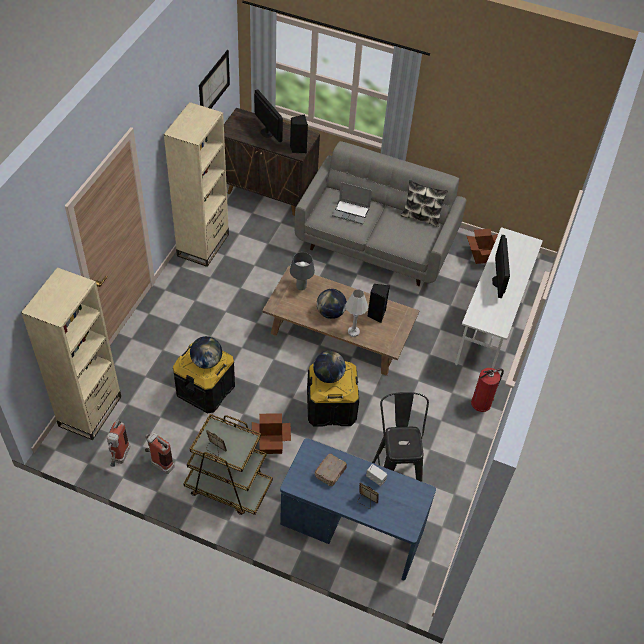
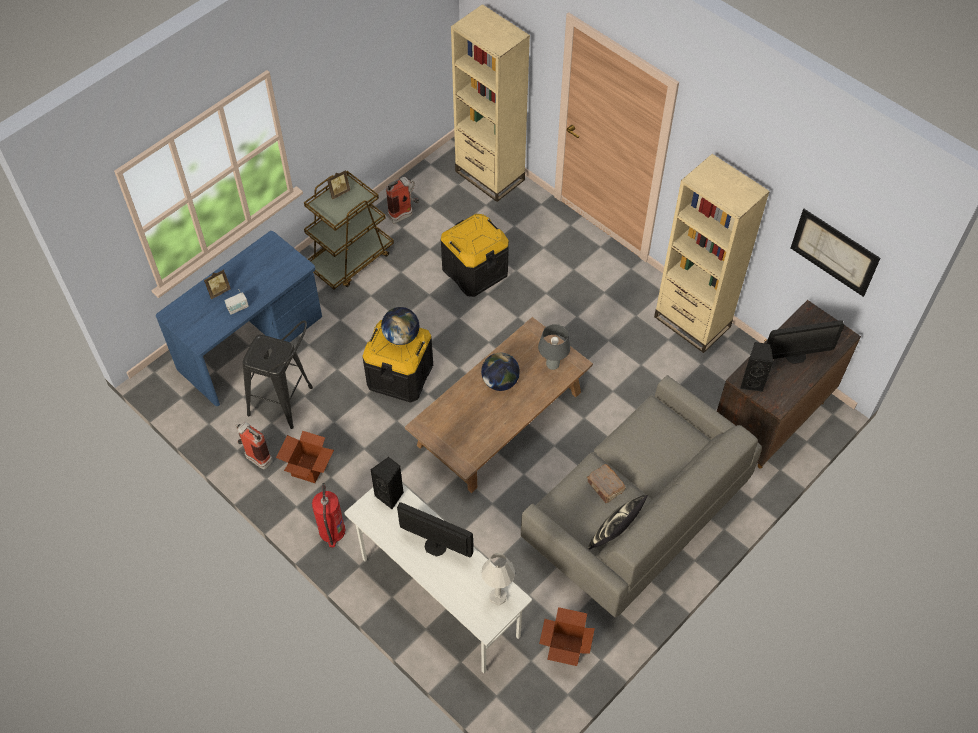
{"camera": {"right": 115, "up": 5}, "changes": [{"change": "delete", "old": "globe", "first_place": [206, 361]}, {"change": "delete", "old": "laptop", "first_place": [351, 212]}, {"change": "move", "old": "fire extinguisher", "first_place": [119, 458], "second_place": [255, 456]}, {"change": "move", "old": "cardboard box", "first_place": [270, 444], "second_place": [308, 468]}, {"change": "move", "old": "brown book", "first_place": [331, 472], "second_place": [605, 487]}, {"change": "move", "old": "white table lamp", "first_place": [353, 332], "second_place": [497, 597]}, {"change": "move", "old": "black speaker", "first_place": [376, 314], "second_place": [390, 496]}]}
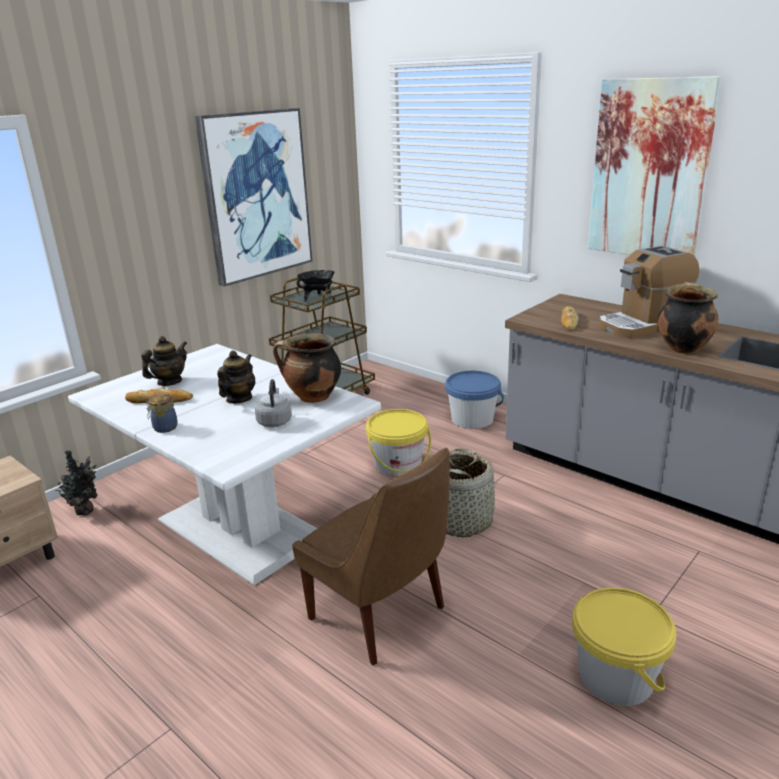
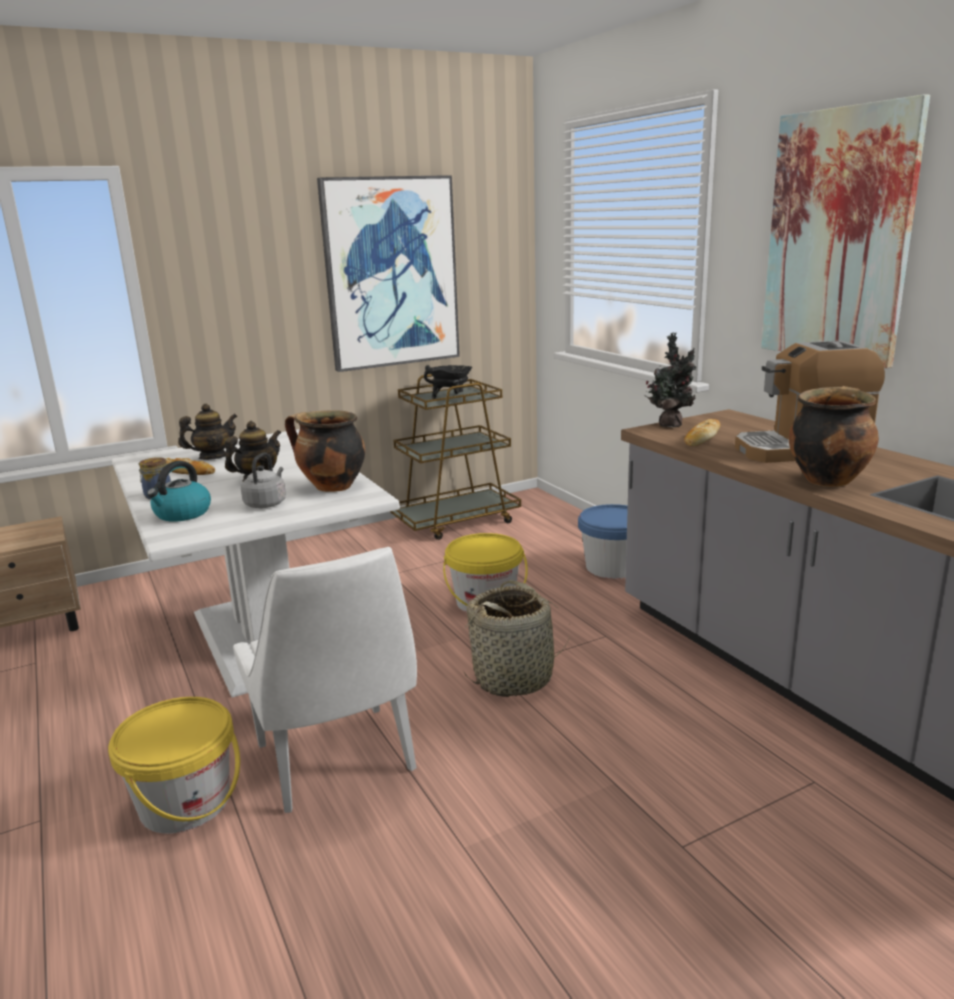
{"camera": {"right": 20, "up": -5}, "changes": [{"change": "insert", "new": "kettle", "second_place": [182, 514]}, {"change": "move", "old": "potted plant", "first_place": [85, 510], "second_place": [670, 424]}, {"change": "move", "old": "yellow bucket", "first_place": [616, 676], "second_place": [185, 803]}, {"change": "recolor", "old": "brown chair", "new": "white chair", "first_place": [381, 615], "second_place": [337, 761]}]}
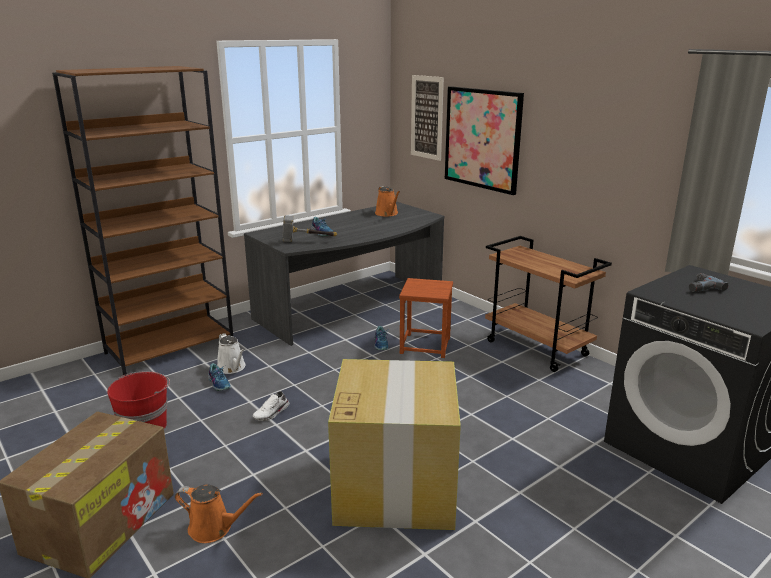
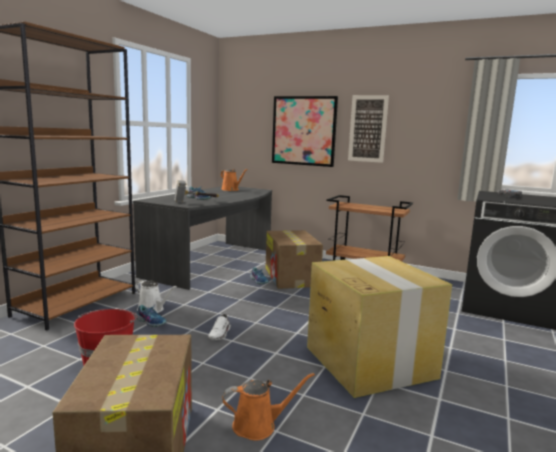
{"camera": {"right": -25, "up": -10}, "changes": [{"change": "move", "old": "picture", "first_place": [427, 117], "second_place": [367, 128]}, {"change": "replace", "old": "brown stool", "new": "cardboard box", "first_place": [425, 345], "second_place": [291, 277]}]}
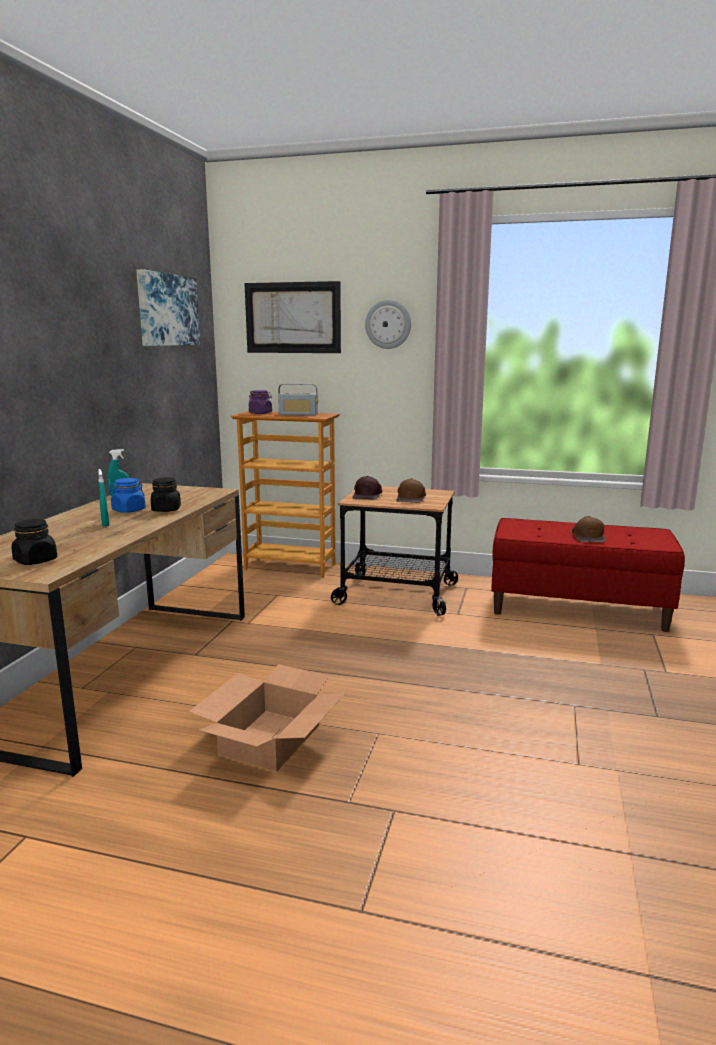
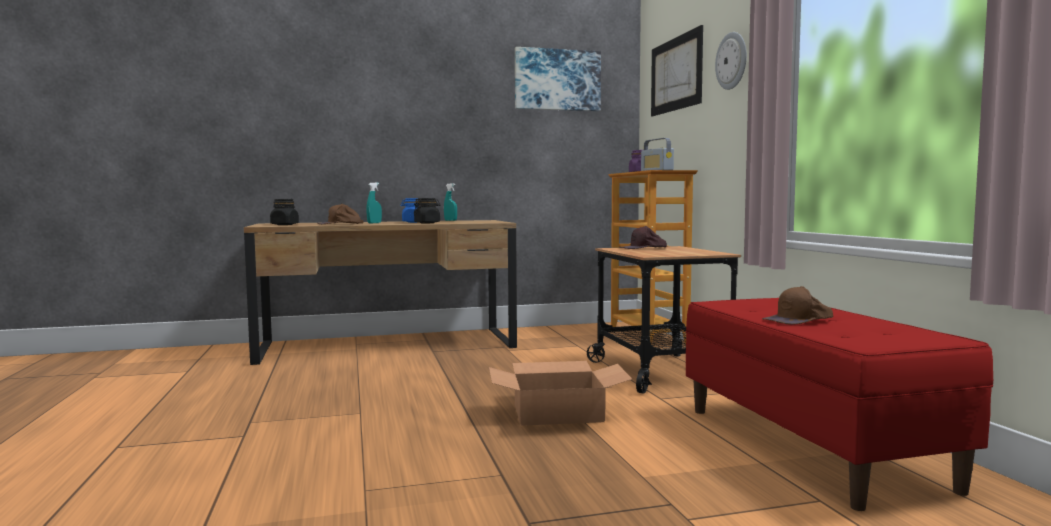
{"camera": {"right": 60, "up": -10}, "changes": [{"change": "move", "old": "cardboard box", "first_place": [270, 739], "second_place": [558, 413]}, {"change": "move", "old": "brown cap", "first_place": [411, 498], "second_place": [340, 224]}]}
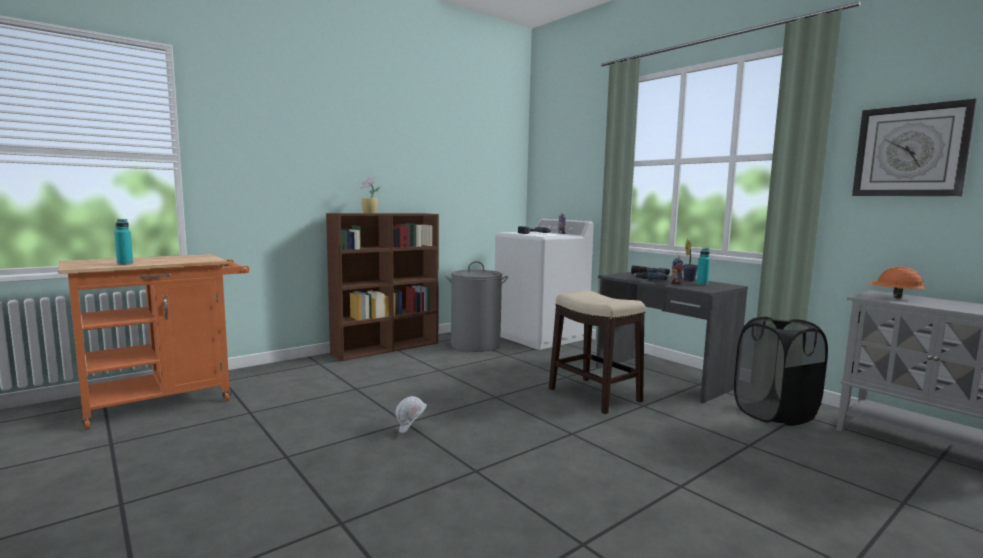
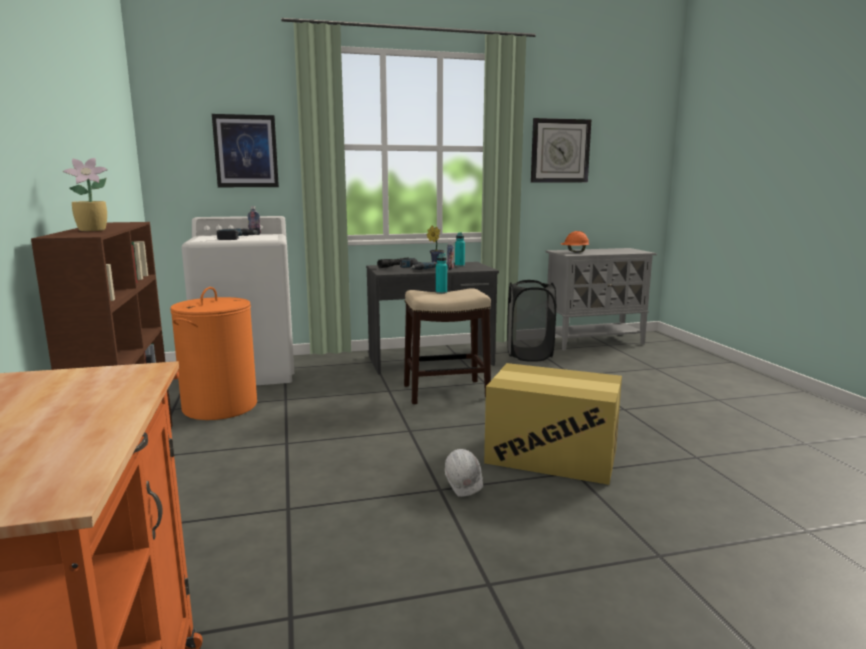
{"camera": {"right": -65, "up": 5}, "changes": [{"change": "insert", "new": "picture", "second_place": [246, 151]}, {"change": "insert", "new": "cardboard box", "second_place": [552, 456]}, {"change": "move", "old": "turquoise bottle", "first_place": [125, 264], "second_place": [441, 292]}, {"change": "recolor", "old": "grey laundry basket", "new": "orange laundry basket", "first_place": [475, 345], "second_place": [220, 406]}]}
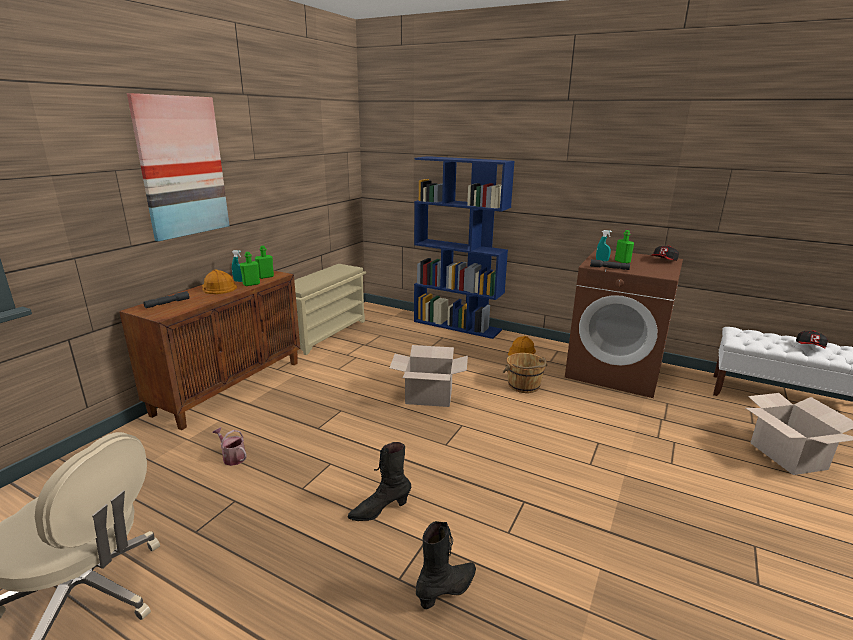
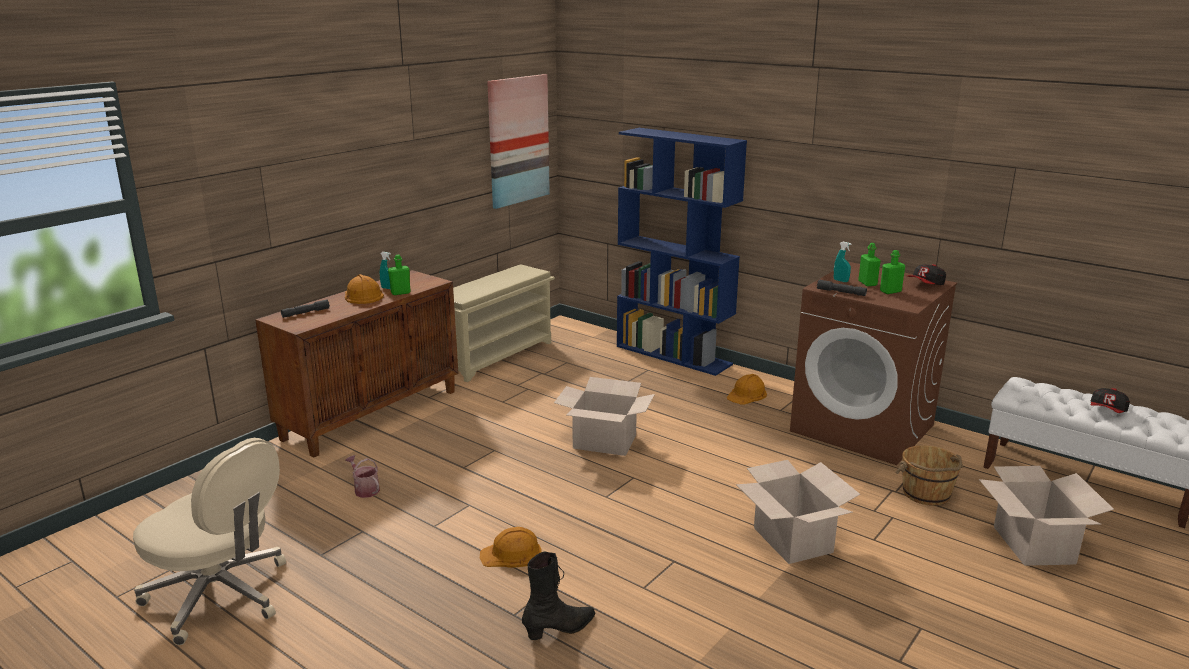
{"camera": {"right": 10, "up": 0}, "changes": [{"change": "insert", "new": "cardboard box", "second_place": [793, 540]}, {"change": "move", "old": "picture", "first_place": [182, 167], "second_place": [518, 140]}, {"change": "move", "old": "green bottle", "first_place": [265, 276], "second_place": [890, 291]}, {"change": "move", "old": "brown bucket", "first_place": [524, 386], "second_place": [926, 494]}, {"change": "replace", "old": "black boot", "new": "orange hard hat", "first_place": [379, 510], "second_place": [511, 554]}]}
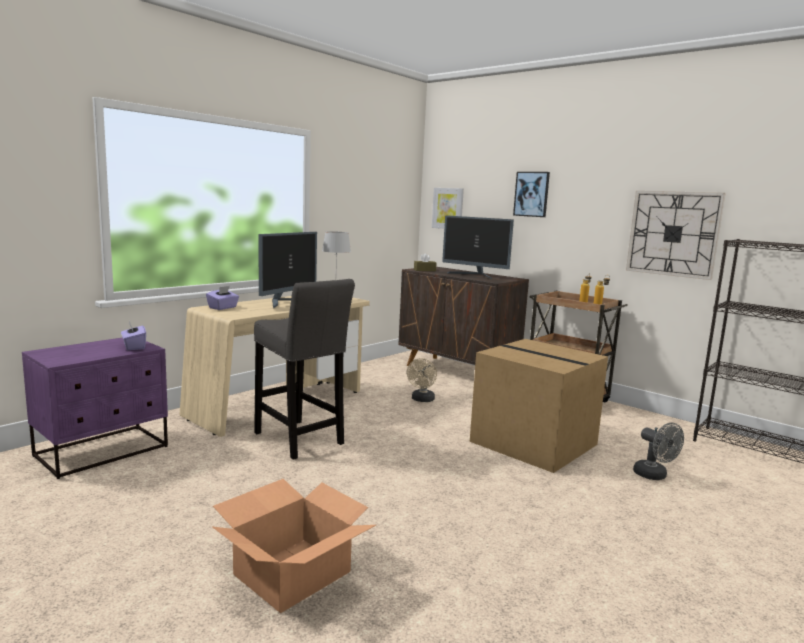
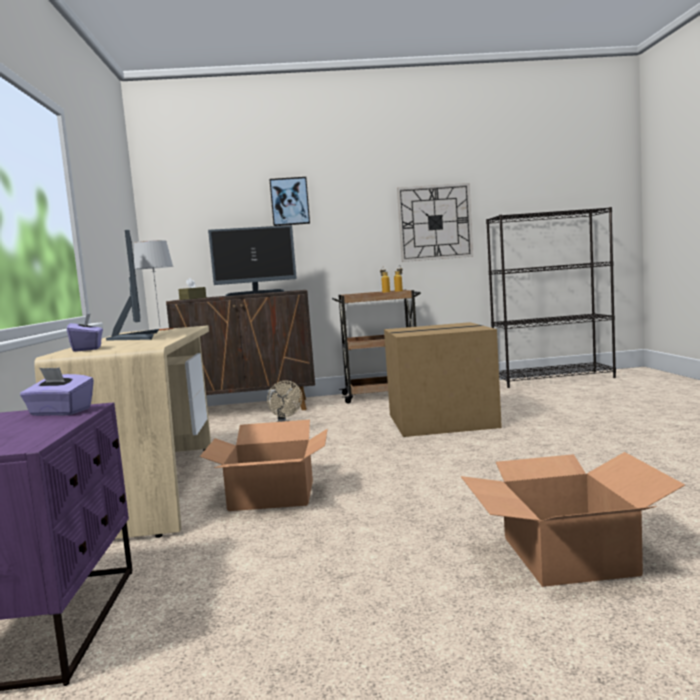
{"camera": {"right": -45, "up": -5}, "changes": [{"change": "delete", "old": "picture", "first_place": [448, 208]}, {"change": "delete", "old": "grey fan", "first_place": [654, 476]}, {"change": "replace", "old": "grey stool", "new": "cardboard box", "first_place": [300, 440], "second_place": [272, 496]}]}
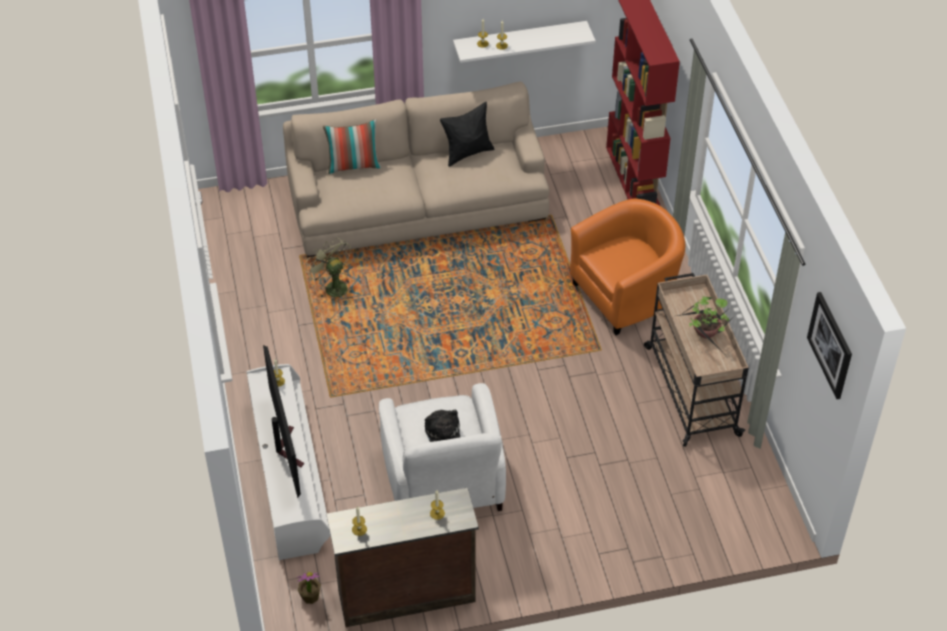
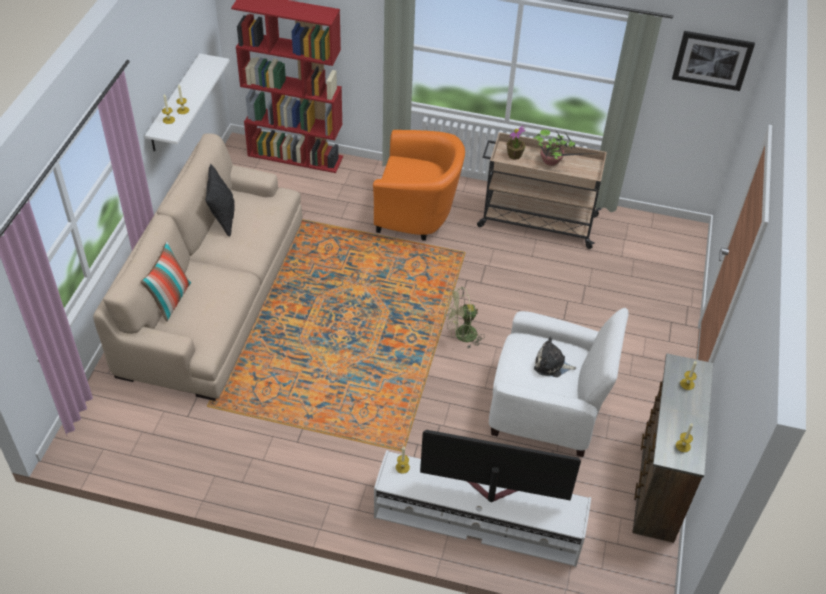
{"camera": {"right": -65, "up": 0}, "changes": [{"change": "move", "old": "potted plant", "first_place": [310, 596], "second_place": [514, 155]}, {"change": "move", "old": "green fan", "first_place": [332, 287], "second_place": [461, 335]}, {"change": "rotate", "old": "orange armchair", "first_place": [626, 295], "second_place": [417, 214], "degrees": 105}]}
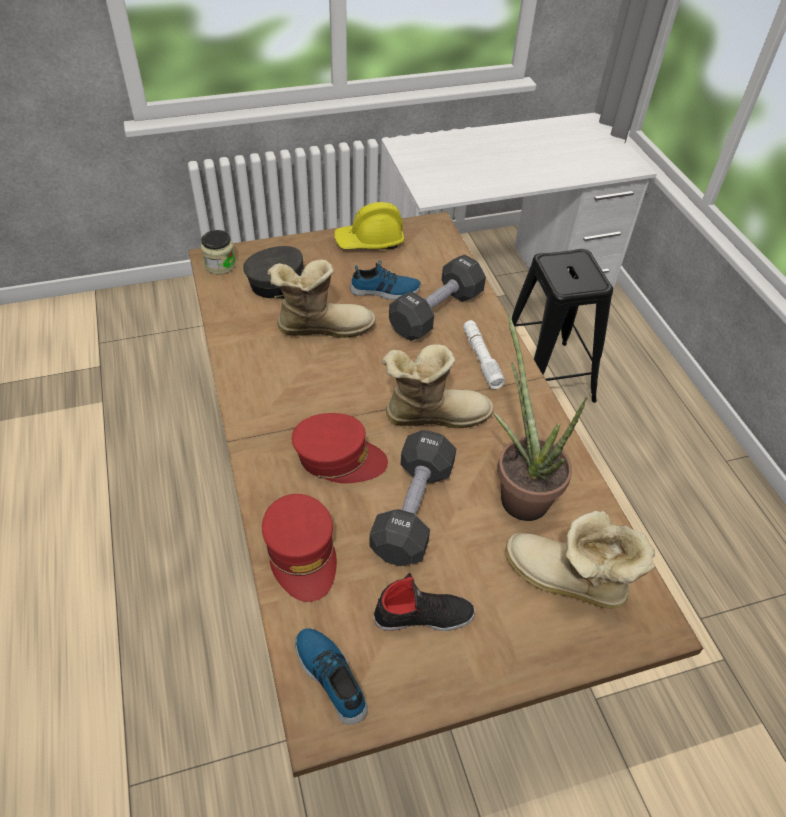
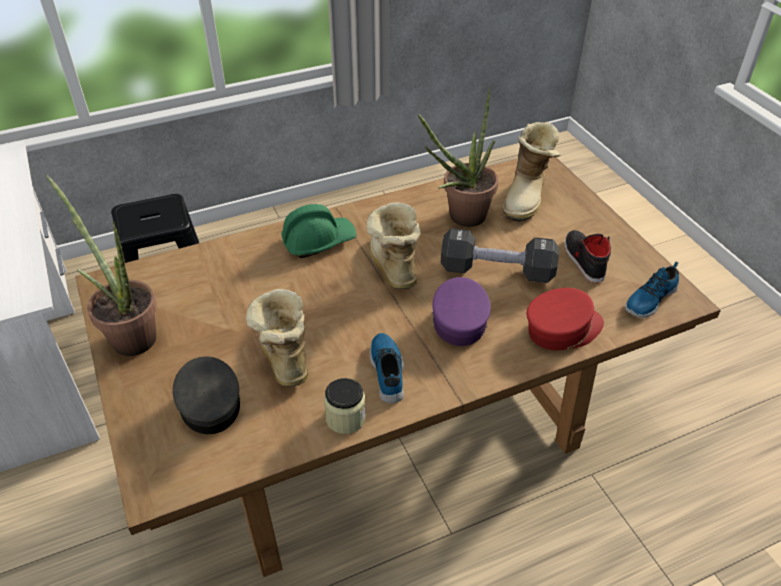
{"camera": {"right": -95, "up": -5}, "changes": [{"change": "delete", "old": "black dumbbell", "first_place": [436, 312]}, {"change": "move", "old": "jar", "first_place": [220, 265], "second_place": [345, 418]}, {"change": "move", "old": "shoe", "first_place": [385, 291], "second_place": [388, 370]}, {"change": "replace", "old": "yellow hard hat", "new": "potted plant", "first_place": [369, 241], "second_place": [129, 334]}, {"change": "replace", "old": "white flashlight", "new": "green hard hat", "first_place": [481, 359], "second_place": [318, 241]}, {"change": "recolor", "old": "red cap", "new": "purple cap", "first_place": [339, 458], "second_place": [459, 320]}]}
